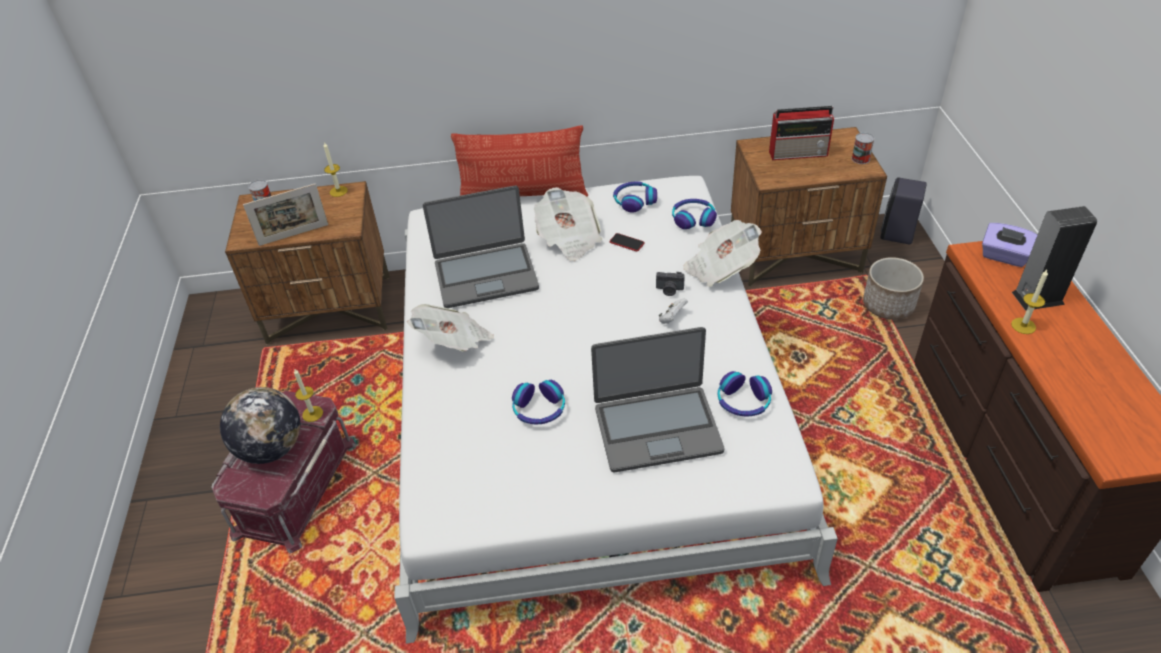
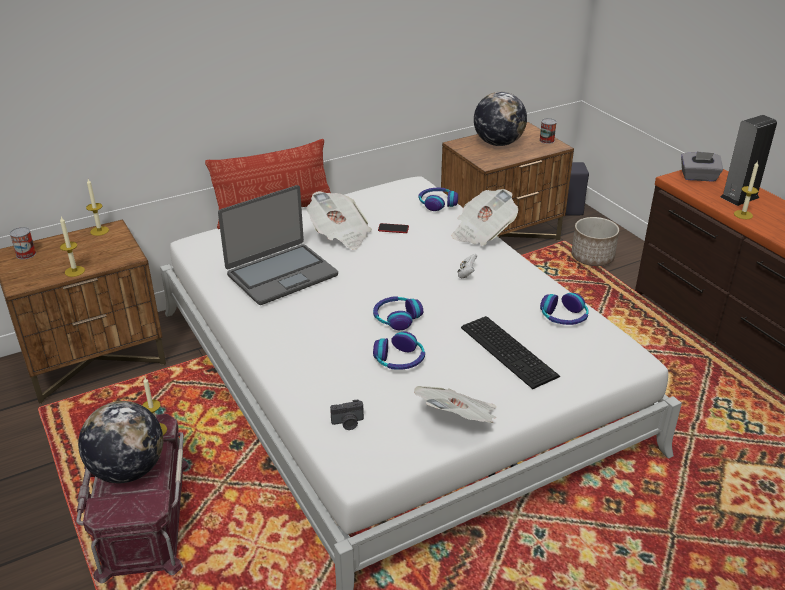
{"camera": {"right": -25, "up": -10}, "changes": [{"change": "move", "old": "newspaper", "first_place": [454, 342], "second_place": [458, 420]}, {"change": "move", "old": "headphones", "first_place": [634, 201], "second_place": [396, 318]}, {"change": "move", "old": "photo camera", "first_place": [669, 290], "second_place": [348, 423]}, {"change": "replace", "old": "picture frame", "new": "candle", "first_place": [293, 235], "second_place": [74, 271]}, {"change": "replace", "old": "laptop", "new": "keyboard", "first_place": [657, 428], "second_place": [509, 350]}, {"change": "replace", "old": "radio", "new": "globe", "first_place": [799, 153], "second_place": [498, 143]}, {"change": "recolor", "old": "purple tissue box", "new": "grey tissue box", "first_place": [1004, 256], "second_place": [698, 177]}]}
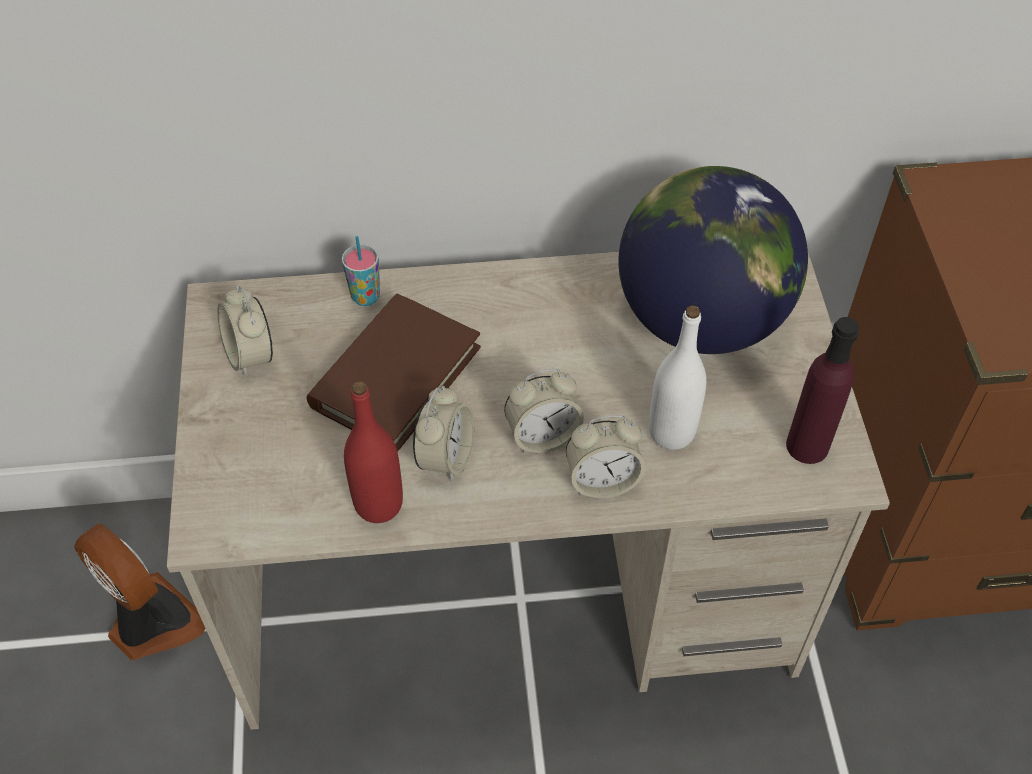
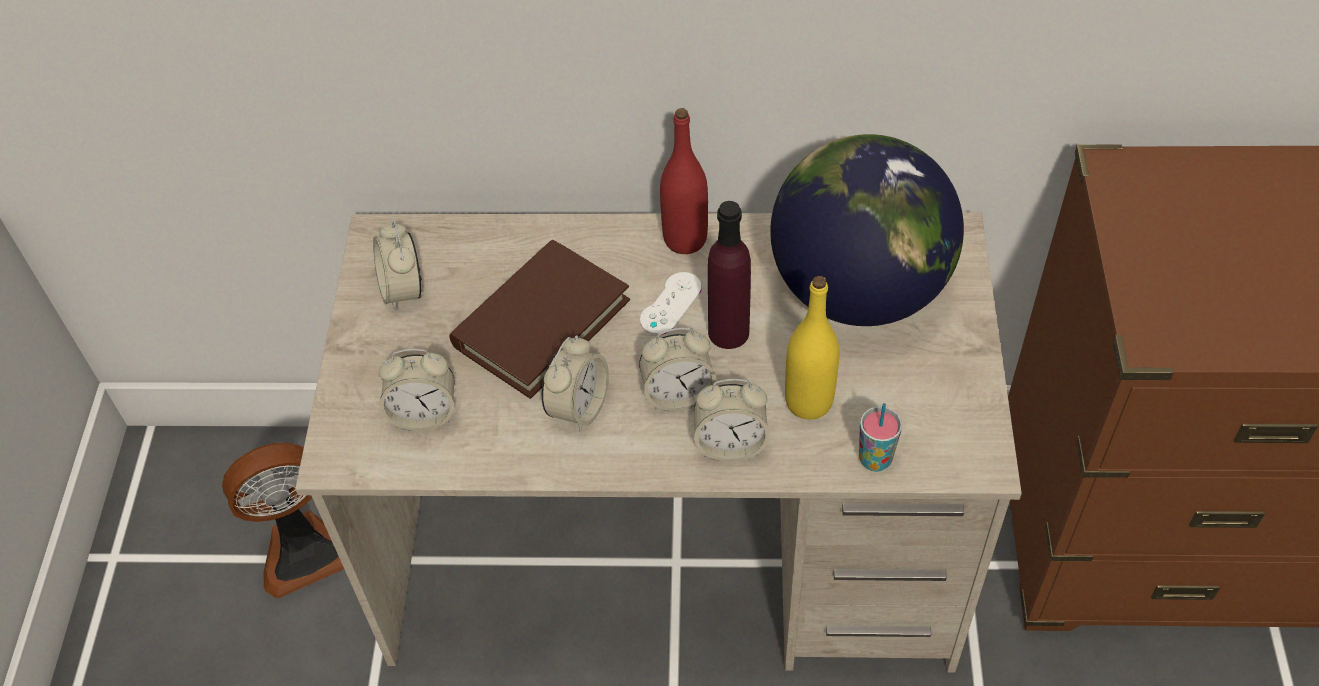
{"camera": {"right": 10, "up": 0}, "changes": [{"change": "insert", "new": "alarm clock", "second_place": [424, 414]}, {"change": "insert", "new": "white game controller", "second_place": [671, 304]}, {"change": "move", "old": "cup", "first_place": [365, 297], "second_place": [875, 460]}, {"change": "move", "old": "red bottle", "first_place": [378, 504], "second_place": [685, 239]}, {"change": "move", "old": "purple bottle", "first_place": [807, 446], "second_place": [728, 332]}, {"change": "recolor", "old": "white bottle", "new": "yellow bottle", "first_place": [671, 432], "second_place": [808, 402]}, {"change": "rotate", "old": "fan", "first_place": [151, 622], "second_place": [304, 550], "degrees": 105}]}
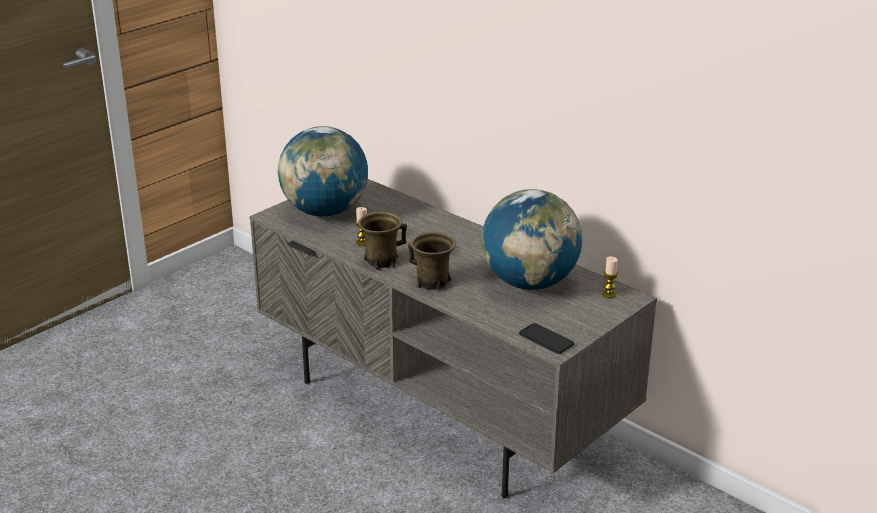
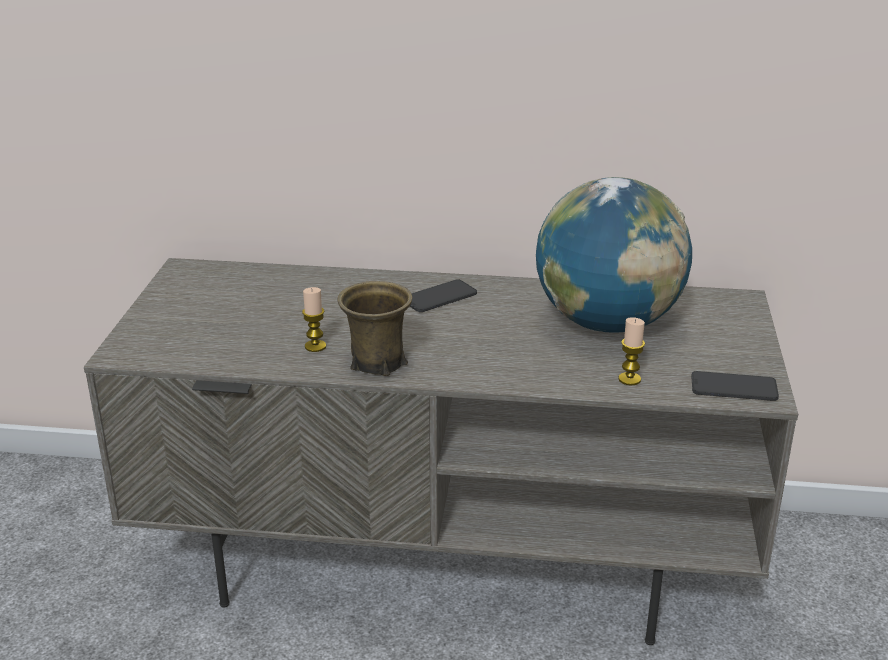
{"camera": {"right": -35, "up": 0}, "changes": [{"change": "delete", "old": "globe", "first_place": [325, 212]}, {"change": "delete", "old": "brown mug", "first_place": [432, 282]}, {"change": "insert", "new": "phone", "second_place": [439, 297]}, {"change": "move", "old": "candle", "first_place": [609, 294], "second_place": [629, 379]}]}
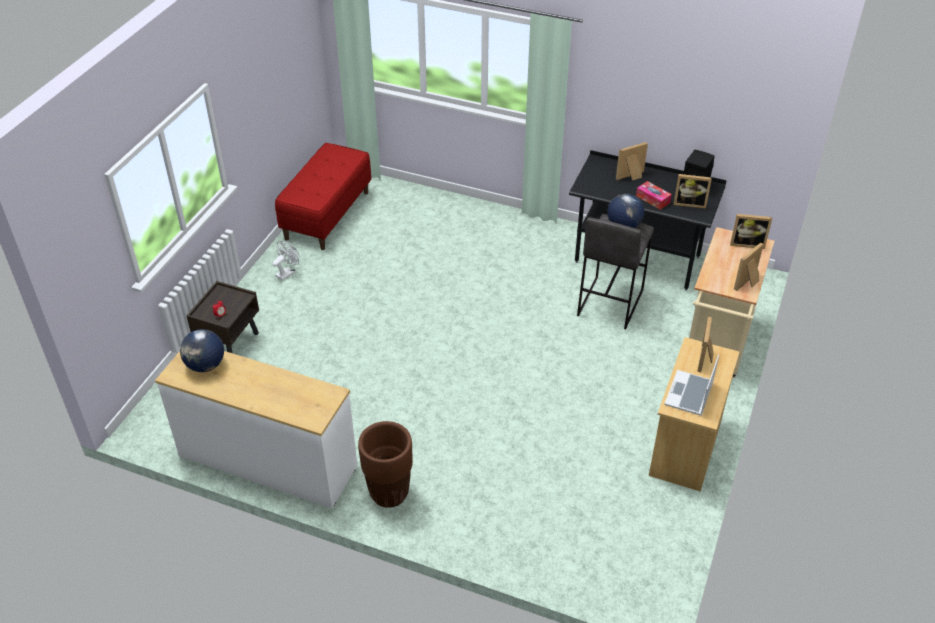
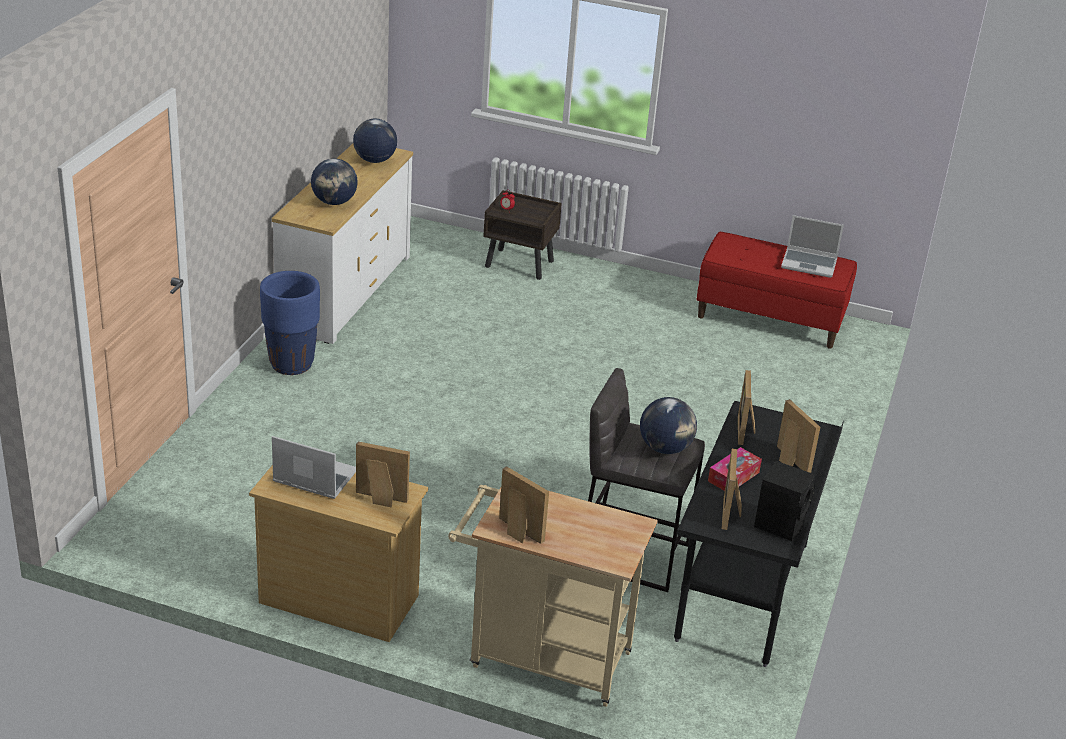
{"camera": {"right": 85, "up": -10}, "changes": [{"change": "delete", "old": "white fan", "first_place": [287, 272]}, {"change": "insert", "new": "globe", "second_place": [334, 202]}, {"change": "insert", "new": "laptop", "second_place": [809, 264]}, {"change": "move", "old": "picture frame", "first_place": [747, 243], "second_place": [746, 431]}, {"change": "recolor", "old": "brown planter", "new": "blue planter", "first_place": [389, 493], "second_place": [291, 364]}]}
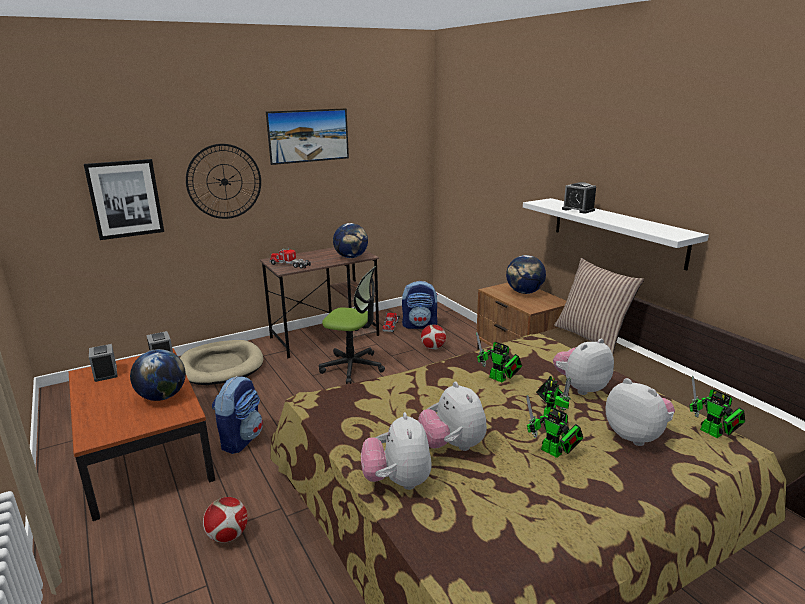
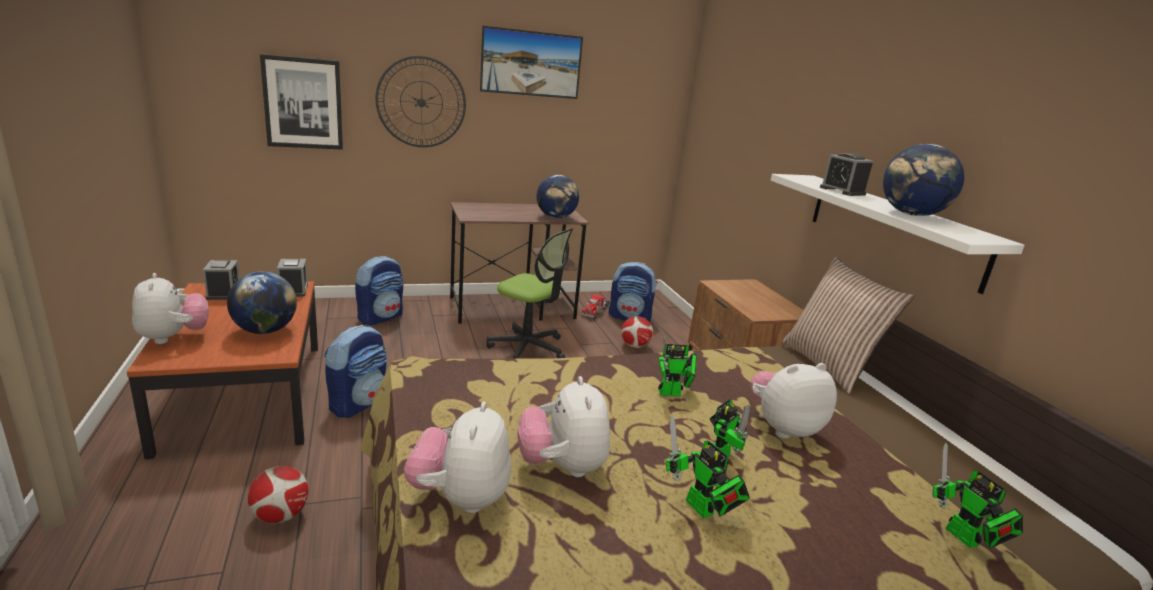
{"camera": {"right": 10, "up": 0}, "changes": [{"change": "delete", "old": "toy truck", "first_place": [290, 265]}, {"change": "move", "old": "globe", "first_place": [524, 292], "second_place": [912, 214]}, {"change": "move", "old": "plush toy", "first_place": [636, 436], "second_place": [173, 337]}, {"change": "replace", "old": "beige dog bed", "new": "backpack", "first_place": [221, 366], "second_place": [380, 317]}, {"change": "rotate", "old": "toy robot", "first_place": [499, 379], "second_place": [673, 393], "degrees": -60}]}
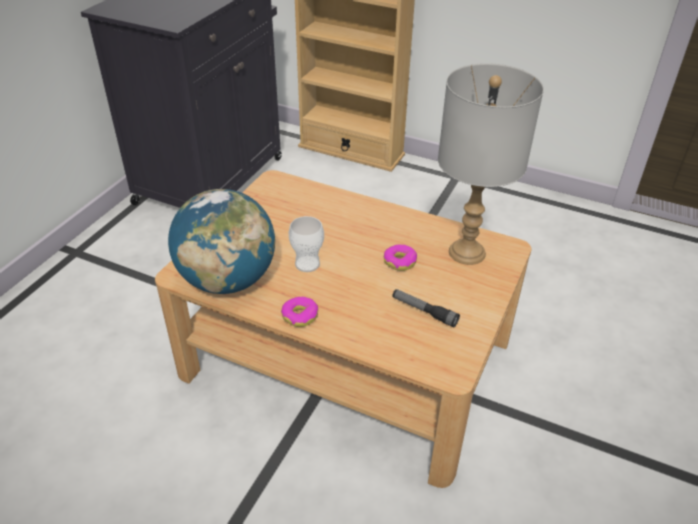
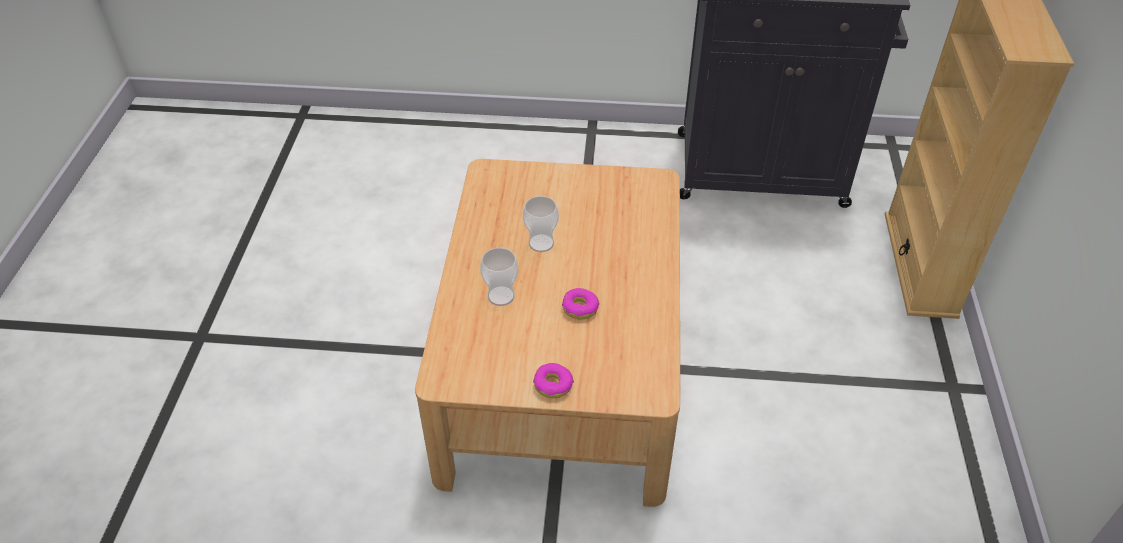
{"camera": {"right": 70, "up": 5}, "changes": [{"change": "delete", "old": "globe", "first_place": [228, 280]}, {"change": "delete", "old": "flashlight", "first_place": [424, 311]}, {"change": "delete", "old": "grey table lamp", "first_place": [467, 252]}, {"change": "insert", "new": "cup", "second_place": [501, 296]}, {"change": "move", "old": "donut", "first_place": [300, 316], "second_place": [553, 385]}]}
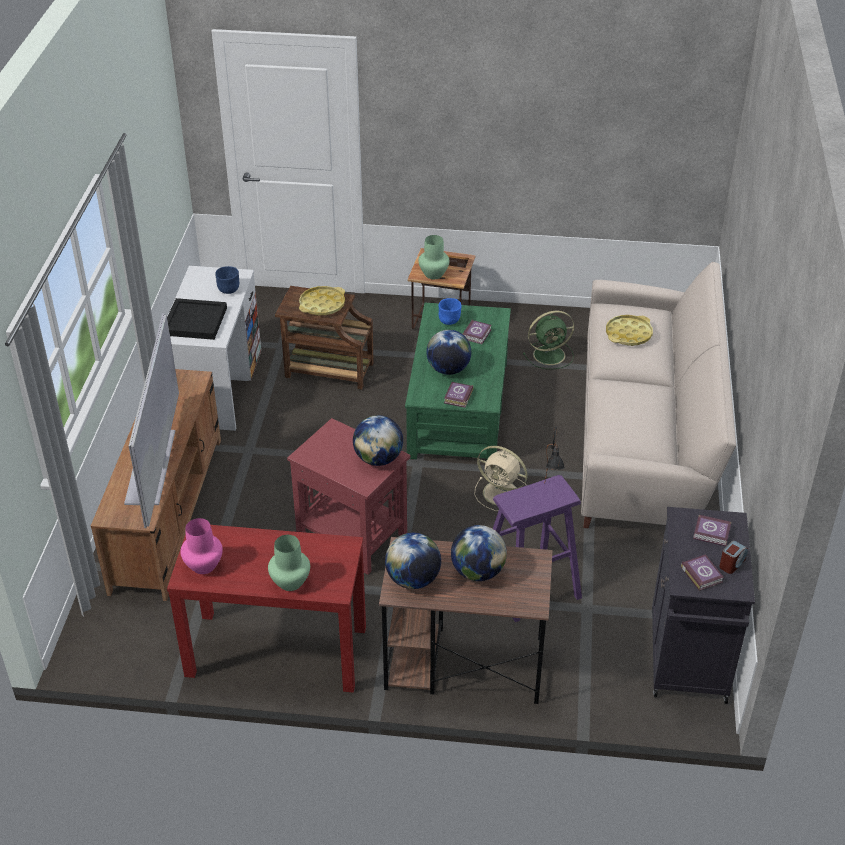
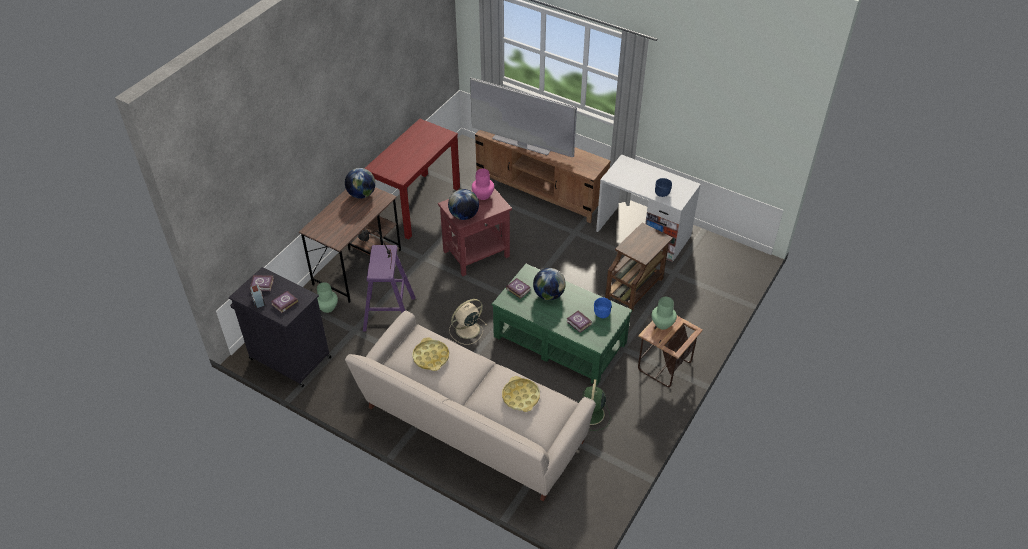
{"camera": {"right": 115, "up": 5}, "changes": [{"change": "delete", "old": "black tray", "first_place": [194, 321]}, {"change": "delete", "old": "globe", "first_place": [478, 572]}, {"change": "move", "old": "pink vase", "first_place": [203, 565], "second_place": [483, 195]}, {"change": "move", "old": "green vase", "first_place": [290, 582], "second_place": [327, 307]}, {"change": "move", "old": "yellow tray", "first_place": [322, 305], "second_place": [431, 357]}]}
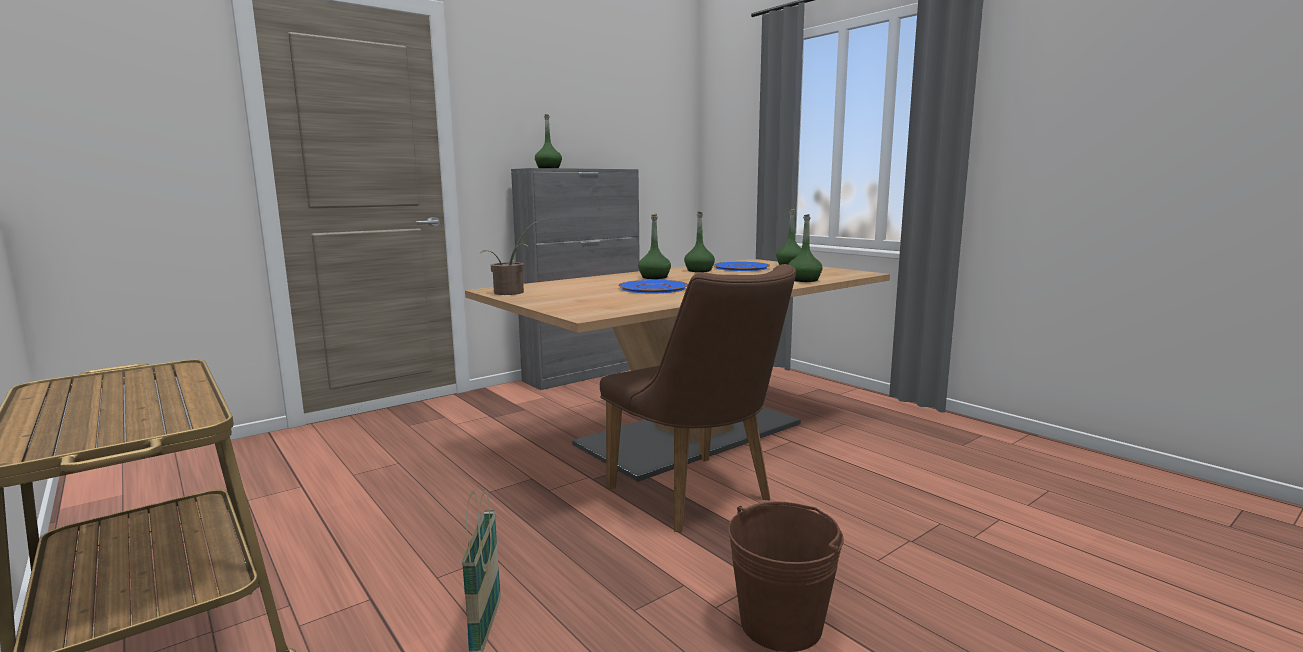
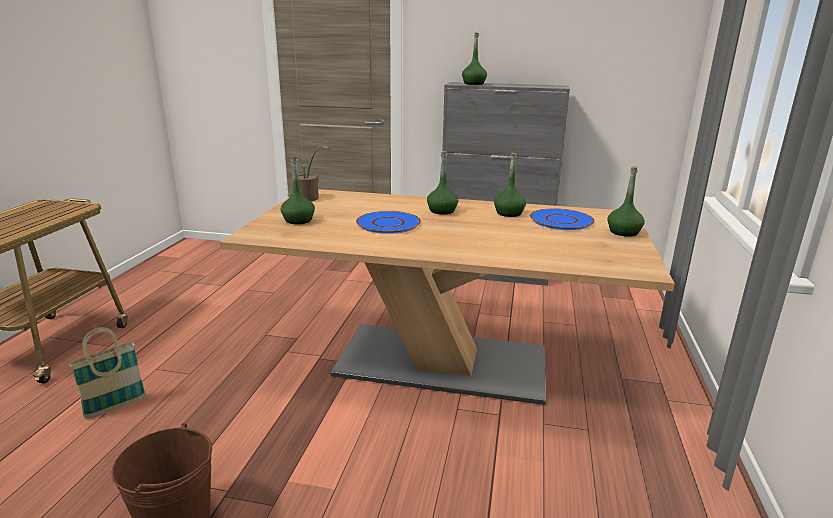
{"camera": {"right": 50, "up": 10}, "changes": [{"change": "delete", "old": "brown chair", "first_place": [699, 498]}, {"change": "move", "old": "green bottle", "first_place": [804, 280], "second_place": [298, 220]}]}
